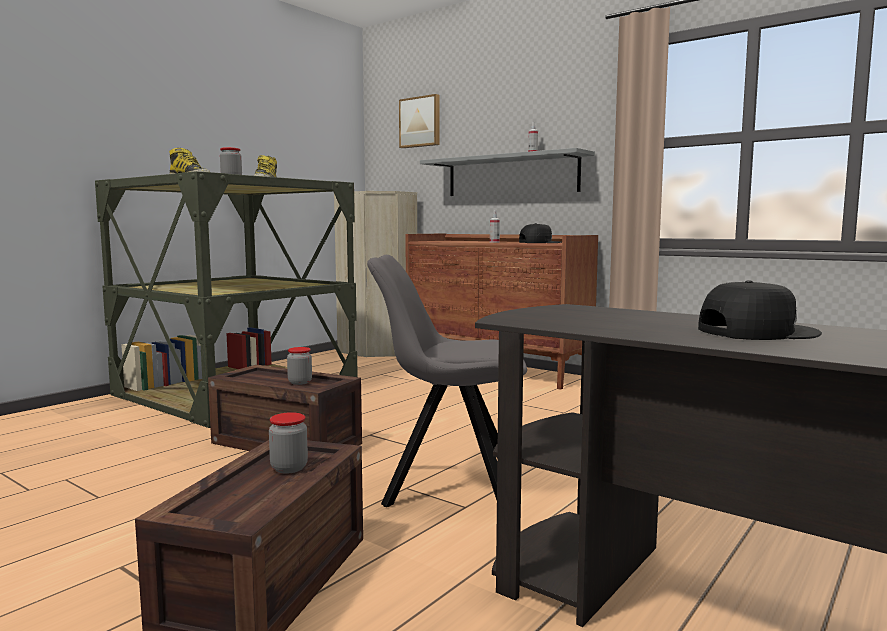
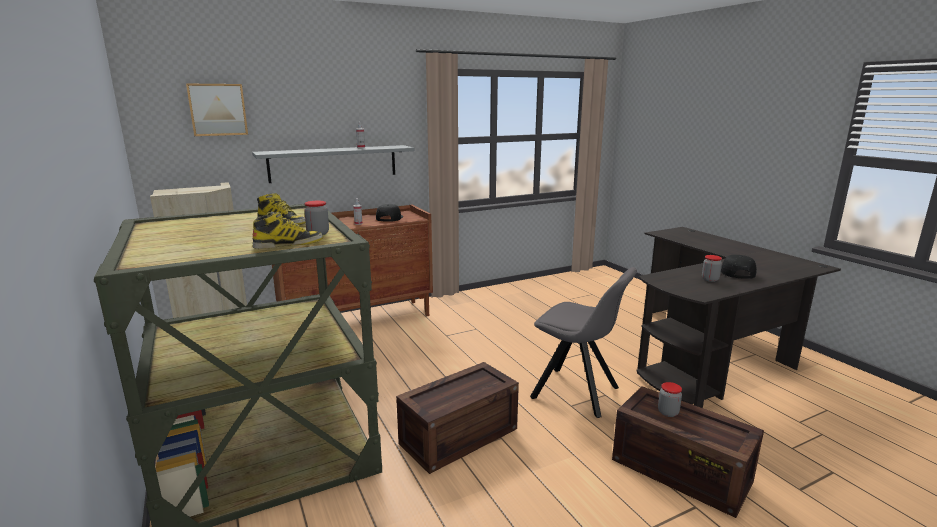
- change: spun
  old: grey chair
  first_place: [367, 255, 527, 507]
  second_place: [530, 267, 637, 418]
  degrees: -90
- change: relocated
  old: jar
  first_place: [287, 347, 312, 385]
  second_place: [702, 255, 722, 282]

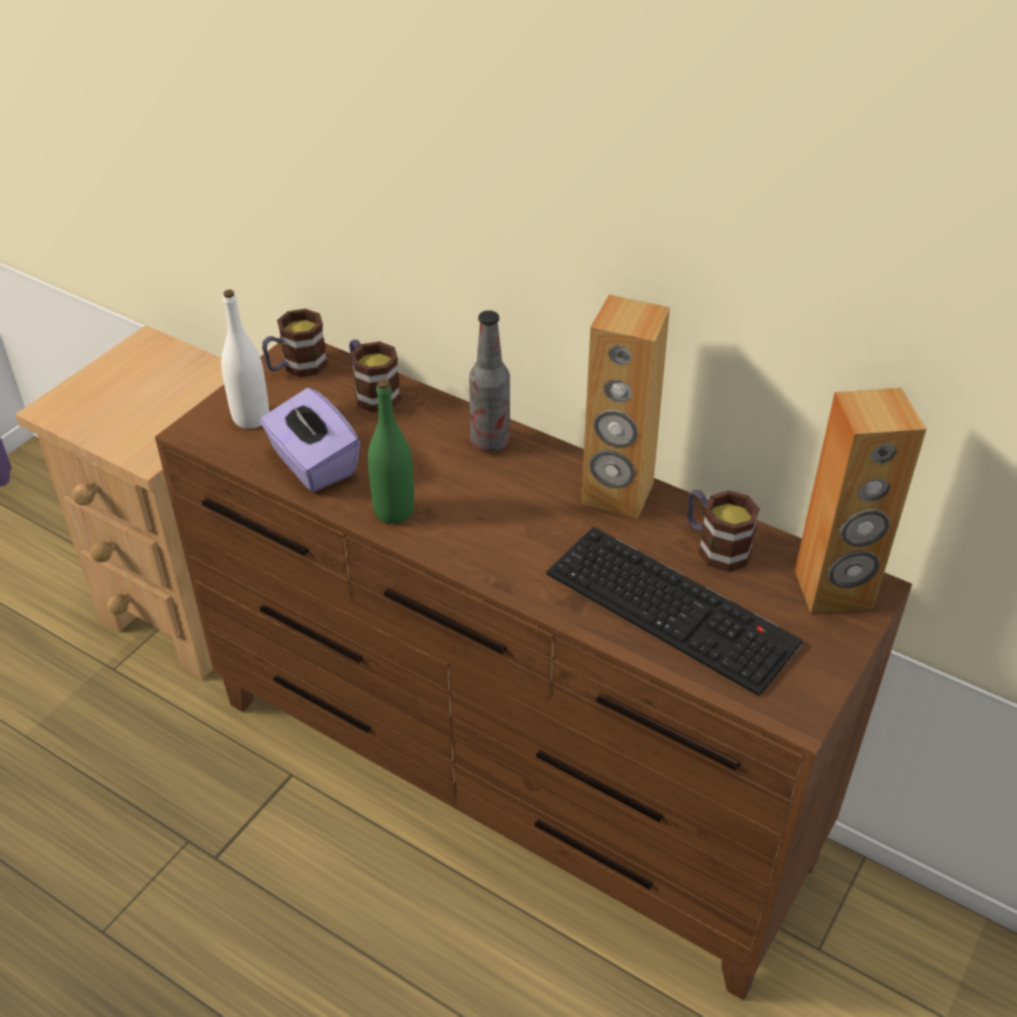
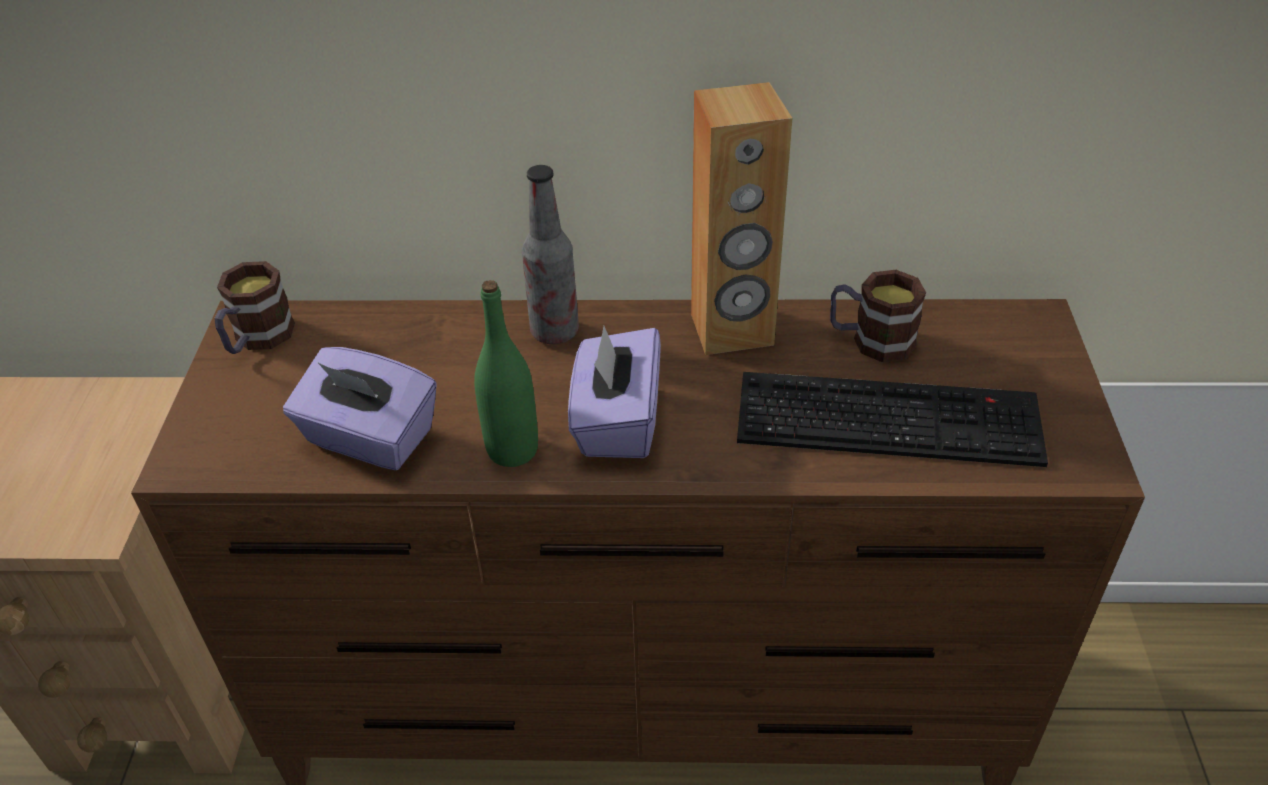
- change: missing
  old: white bottle
  first_place: [221, 290, 269, 429]
- change: missing
  old: mug
  first_place: [349, 339, 401, 412]
- change: missing
  old: brown speaker
  first_place: [795, 388, 926, 614]
- change: appeared
  new: purple tissue box
  second_place: [568, 326, 661, 458]

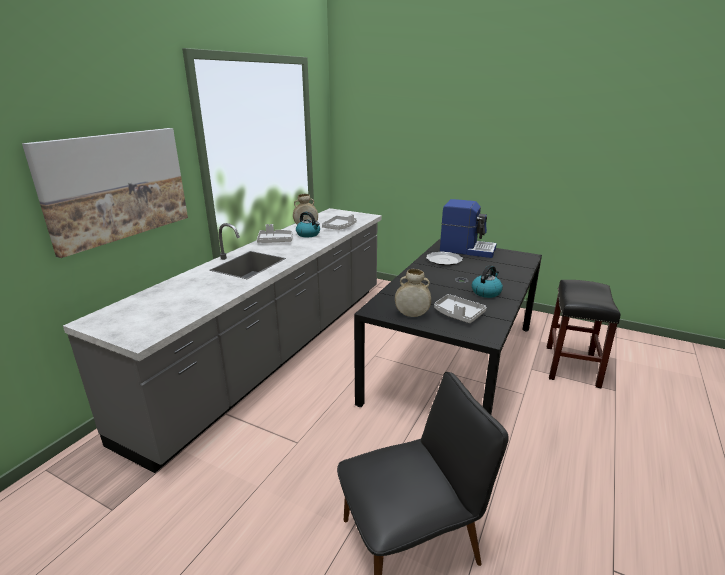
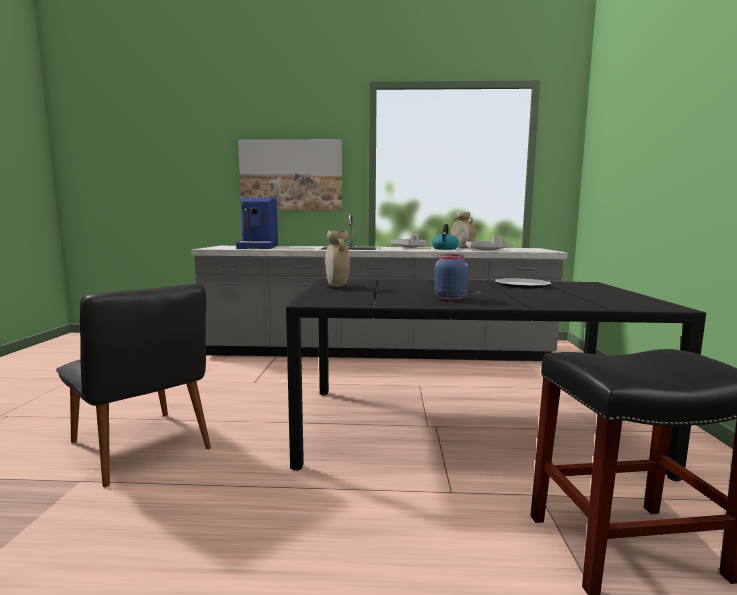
- change: relocated
  old: coffee machine
  first_place: [440, 199, 497, 258]
  second_place: [236, 197, 278, 249]
- change: exchanged
  old: kettle
  new: blue jar
  first_place: [472, 265, 503, 298]
  second_place: [434, 254, 468, 300]
- change: missing
  old: grey tray
  first_place: [434, 294, 487, 323]

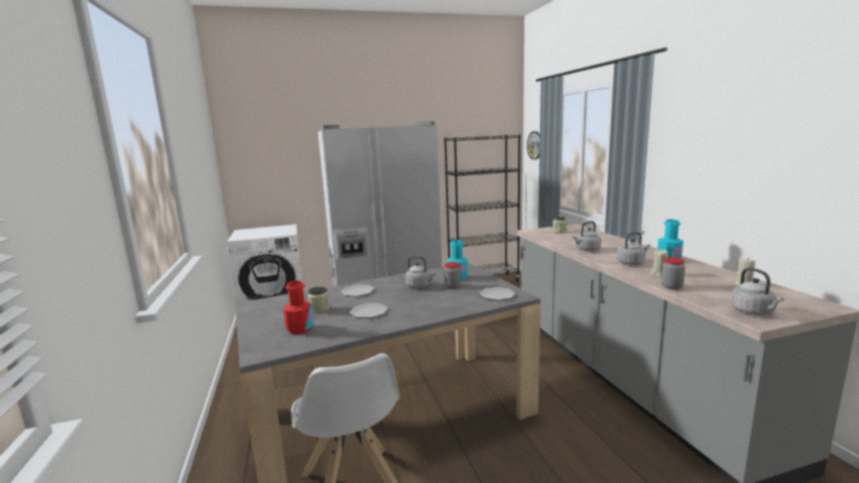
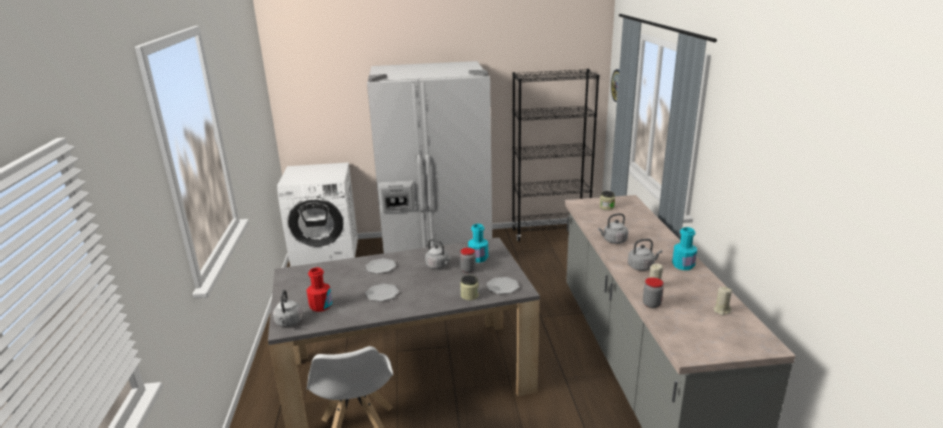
- change: relocated
  old: grey kettle
  first_place: [731, 268, 784, 315]
  second_place: [273, 290, 303, 327]
- change: relocated
  old: jar
  first_place: [308, 287, 330, 313]
  second_place: [460, 275, 479, 300]

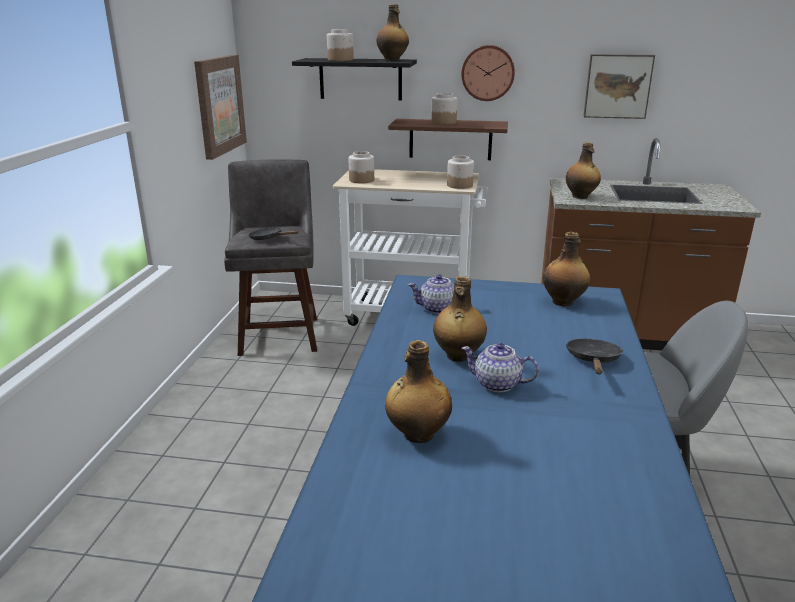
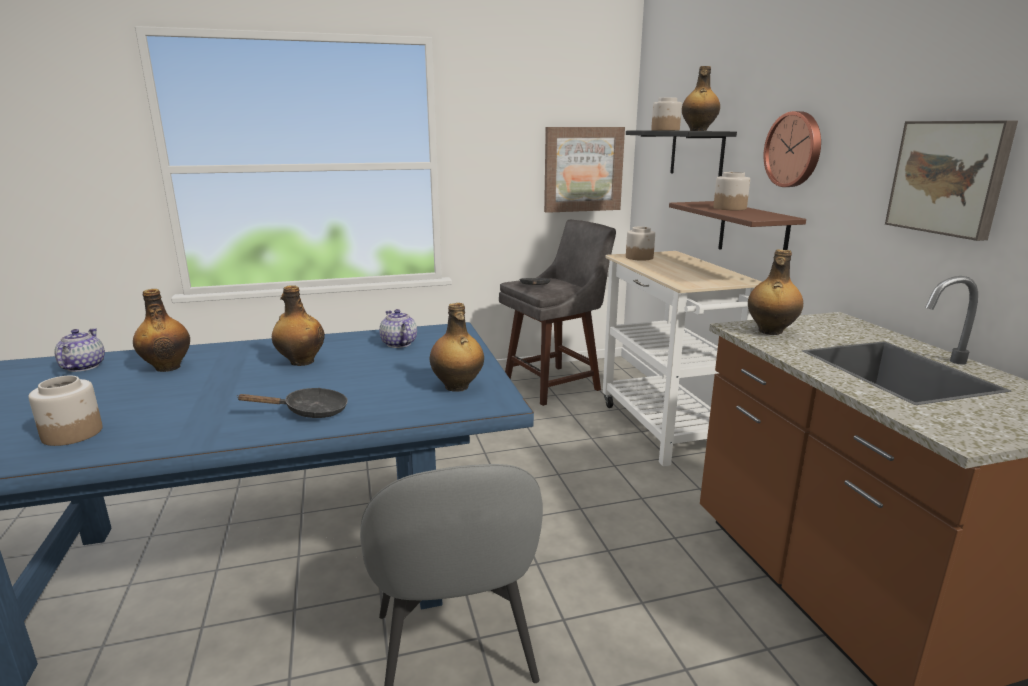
- change: relocated
  old: jar
  first_place: [447, 155, 474, 189]
  second_place: [28, 376, 103, 446]
- change: relocated
  old: teapot
  first_place: [461, 343, 539, 392]
  second_place: [54, 328, 105, 372]

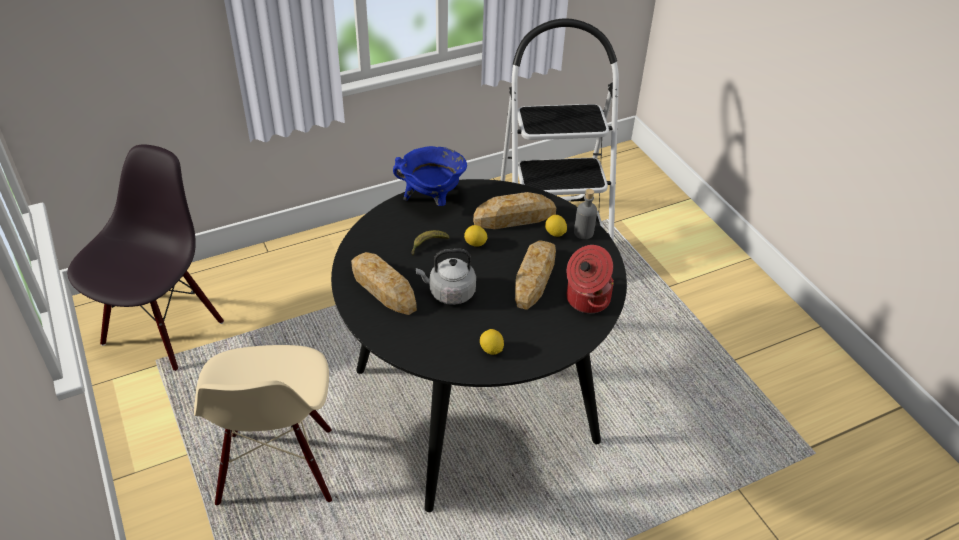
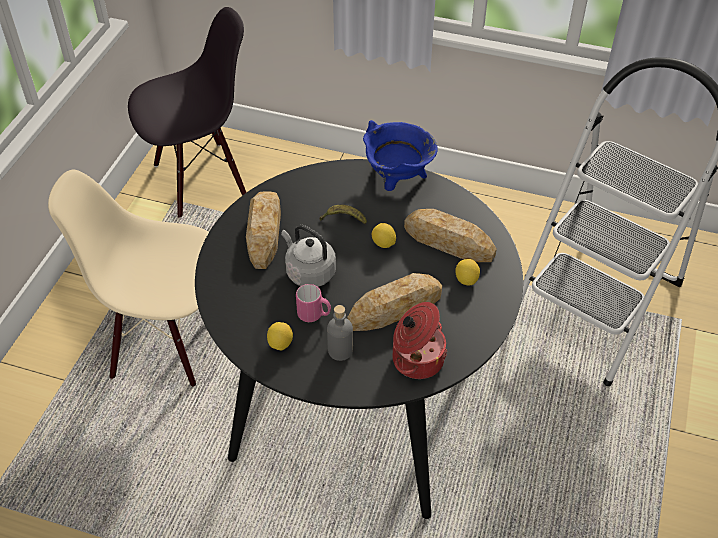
- change: relocated
  old: grey bottle
  first_place: [574, 189, 597, 239]
  second_place: [327, 305, 353, 361]
- change: spun
  old: beige chair
  first_place: [194, 345, 332, 505]
  second_place: [48, 170, 209, 387]
  degrees: 60
- change: appeared
  new: pink mug
  second_place: [296, 284, 331, 322]

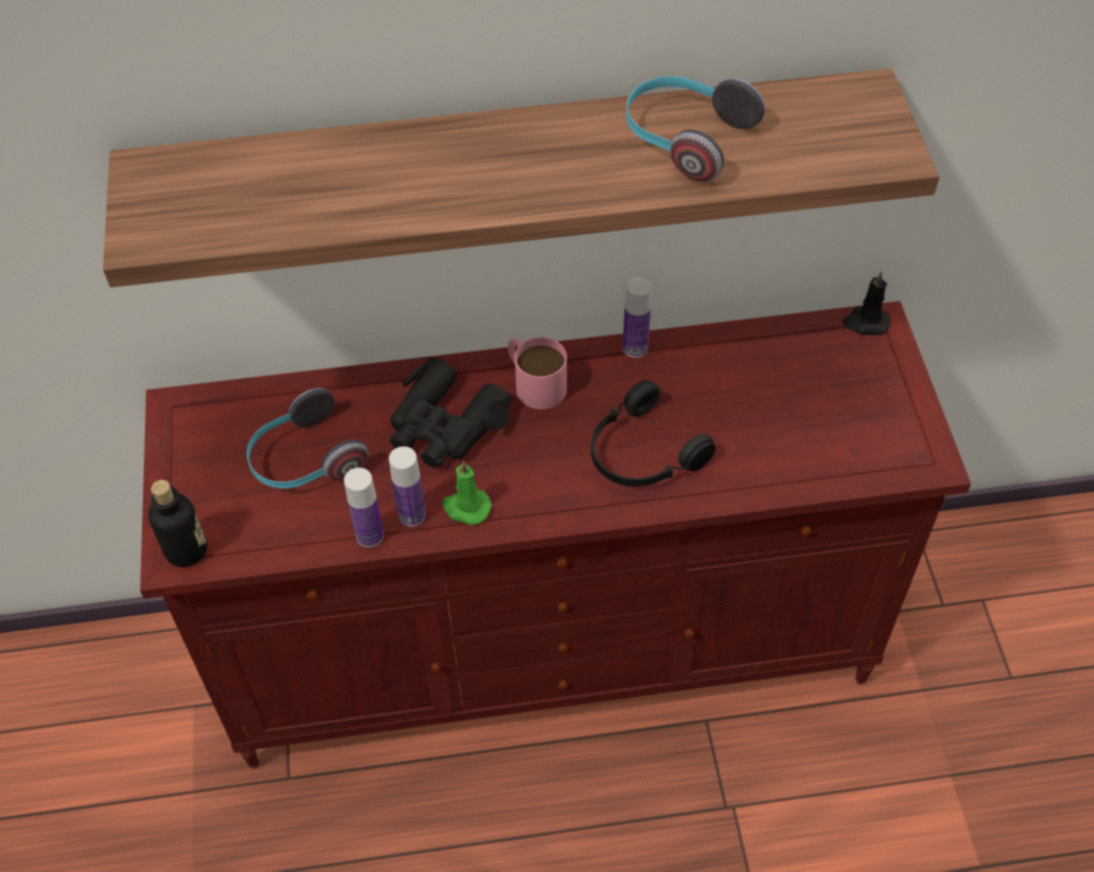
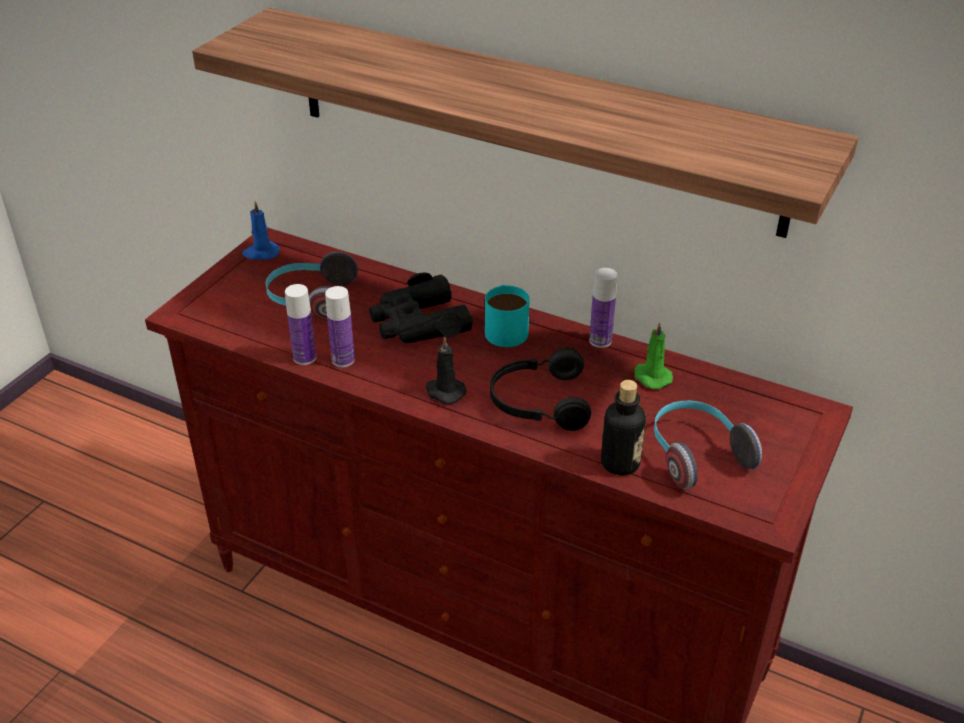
- change: relocated
  old: headphones
  first_place: [626, 76, 765, 182]
  second_place: [654, 401, 762, 489]
- change: relocated
  old: black candle
  first_place: [843, 271, 891, 335]
  second_place: [426, 336, 466, 404]
- change: colour
  old: pink mug
  new: turquoise mug
  first_place: [508, 337, 567, 409]
  second_place: [485, 285, 530, 347]
- change: relocated
  old: green candle
  first_place: [442, 461, 492, 525]
  second_place: [634, 322, 673, 389]
- change: relocated
  old: bottle
  first_place: [148, 480, 207, 567]
  second_place: [601, 380, 646, 475]
- change: appeared
  new: blue candle
  second_place: [242, 201, 280, 260]

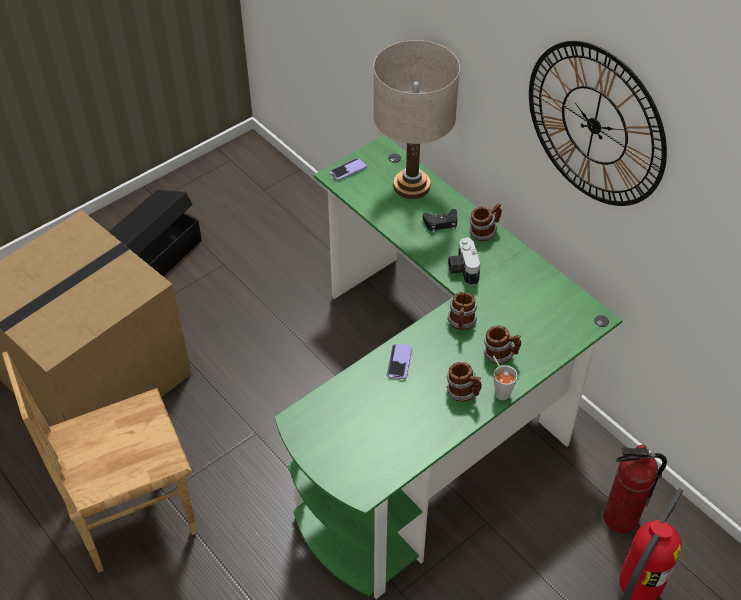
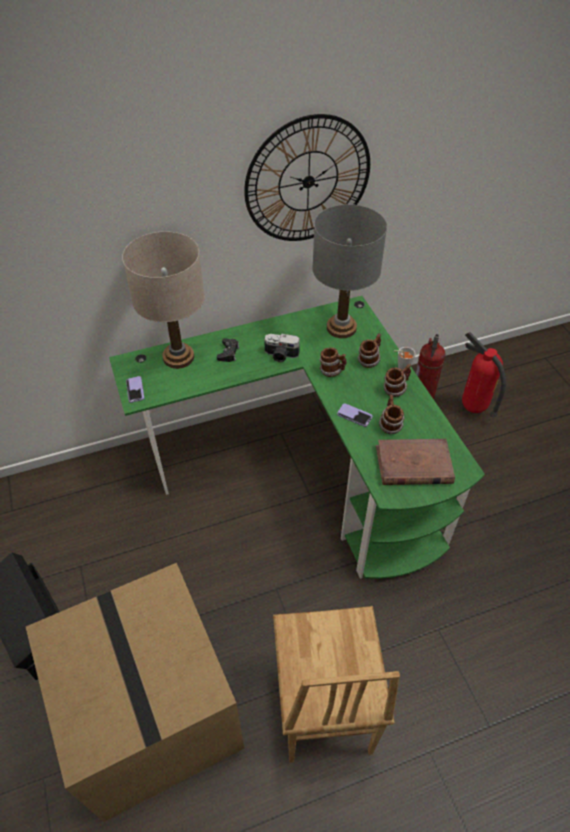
- change: relocated
  old: mug
  first_place: [470, 203, 502, 241]
  second_place: [379, 395, 405, 434]
- change: appeared
  new: grey table lamp
  second_place: [312, 204, 387, 338]
- change: appeared
  new: brown book
  second_place: [376, 439, 455, 485]

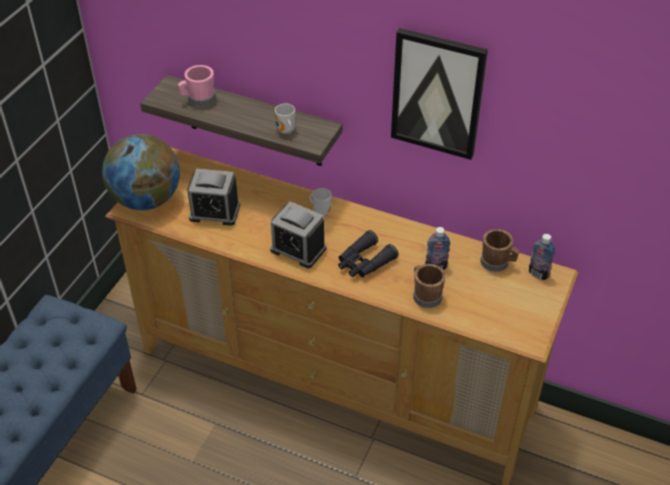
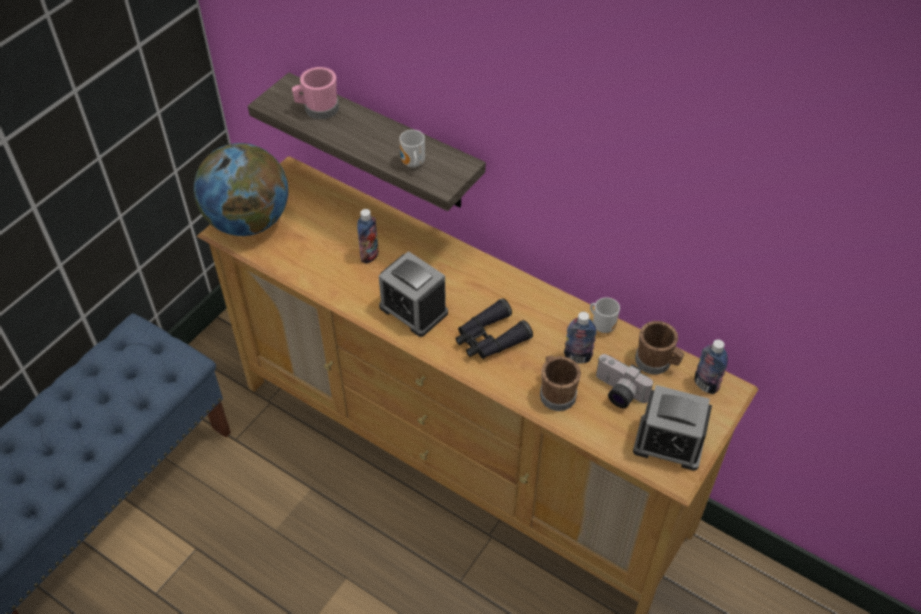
- change: missing
  old: picture
  first_place: [391, 28, 488, 160]
- change: relocated
  old: alarm clock
  first_place: [187, 168, 240, 226]
  second_place: [633, 385, 712, 471]
- change: relocated
  old: mug
  first_place: [309, 188, 331, 216]
  second_place: [590, 297, 620, 333]
- change: appeared
  new: bottle
  second_place: [357, 209, 379, 264]
- change: appeared
  new: photo camera
  second_place: [596, 354, 653, 408]

